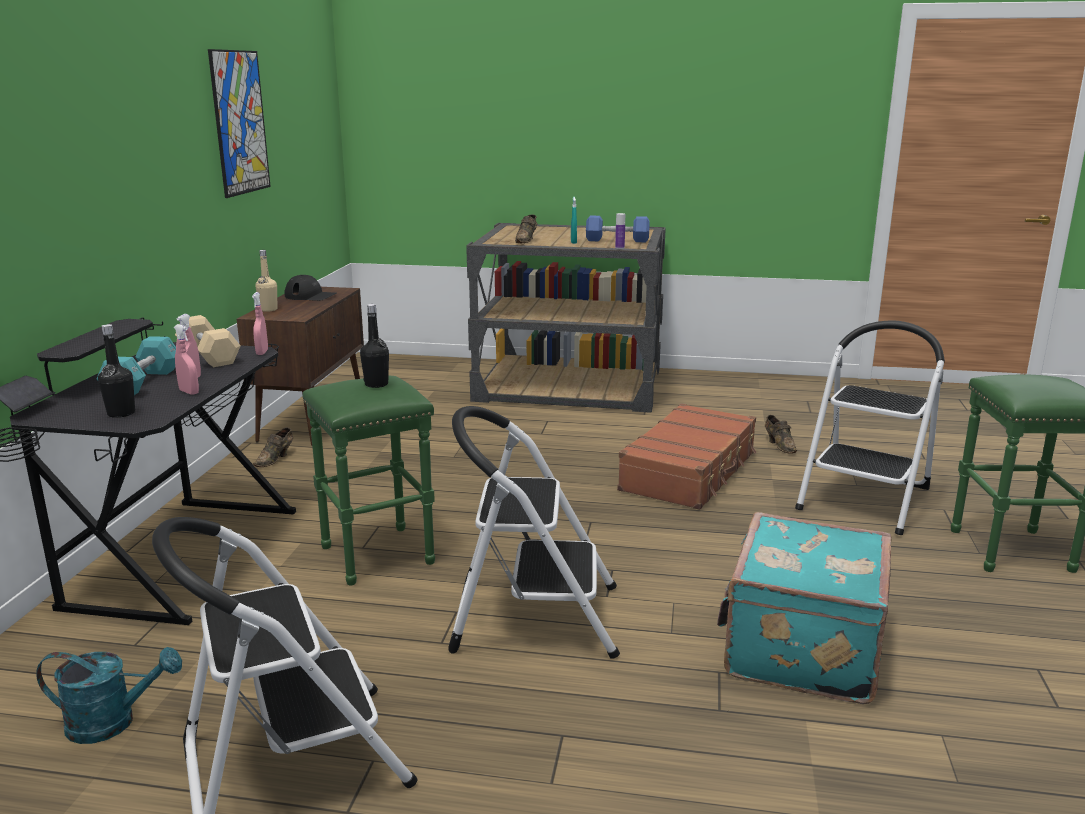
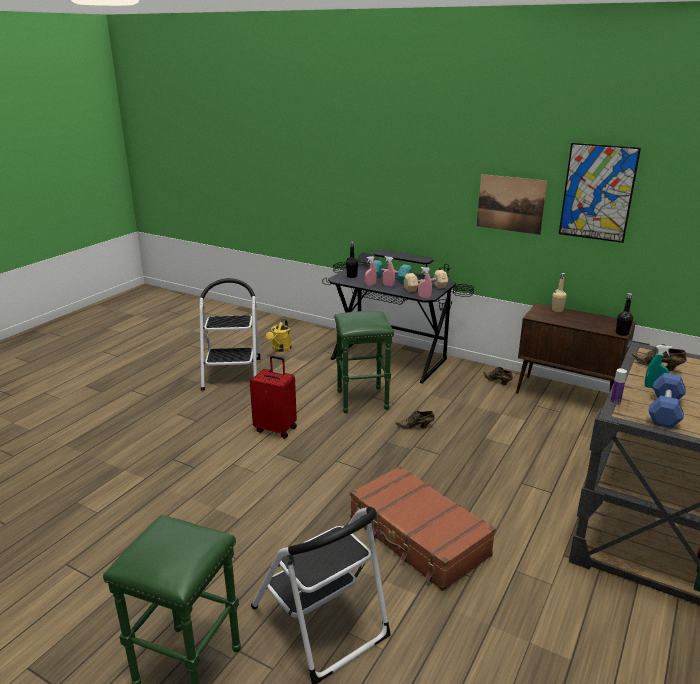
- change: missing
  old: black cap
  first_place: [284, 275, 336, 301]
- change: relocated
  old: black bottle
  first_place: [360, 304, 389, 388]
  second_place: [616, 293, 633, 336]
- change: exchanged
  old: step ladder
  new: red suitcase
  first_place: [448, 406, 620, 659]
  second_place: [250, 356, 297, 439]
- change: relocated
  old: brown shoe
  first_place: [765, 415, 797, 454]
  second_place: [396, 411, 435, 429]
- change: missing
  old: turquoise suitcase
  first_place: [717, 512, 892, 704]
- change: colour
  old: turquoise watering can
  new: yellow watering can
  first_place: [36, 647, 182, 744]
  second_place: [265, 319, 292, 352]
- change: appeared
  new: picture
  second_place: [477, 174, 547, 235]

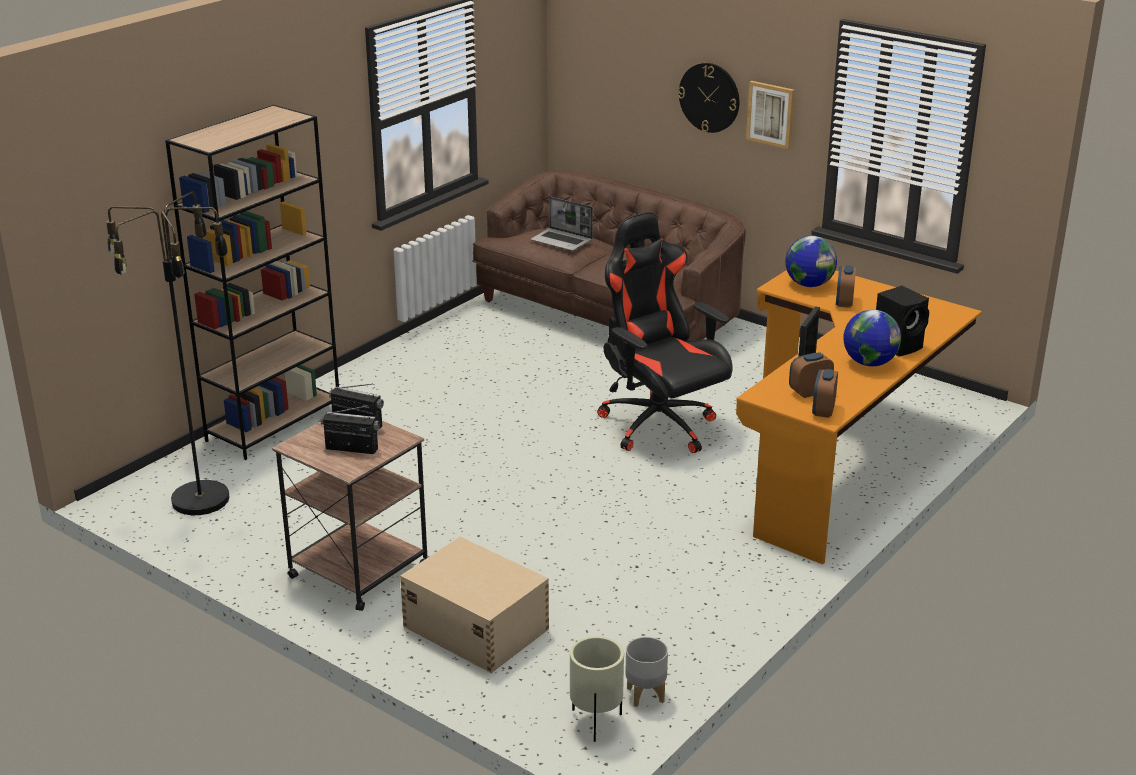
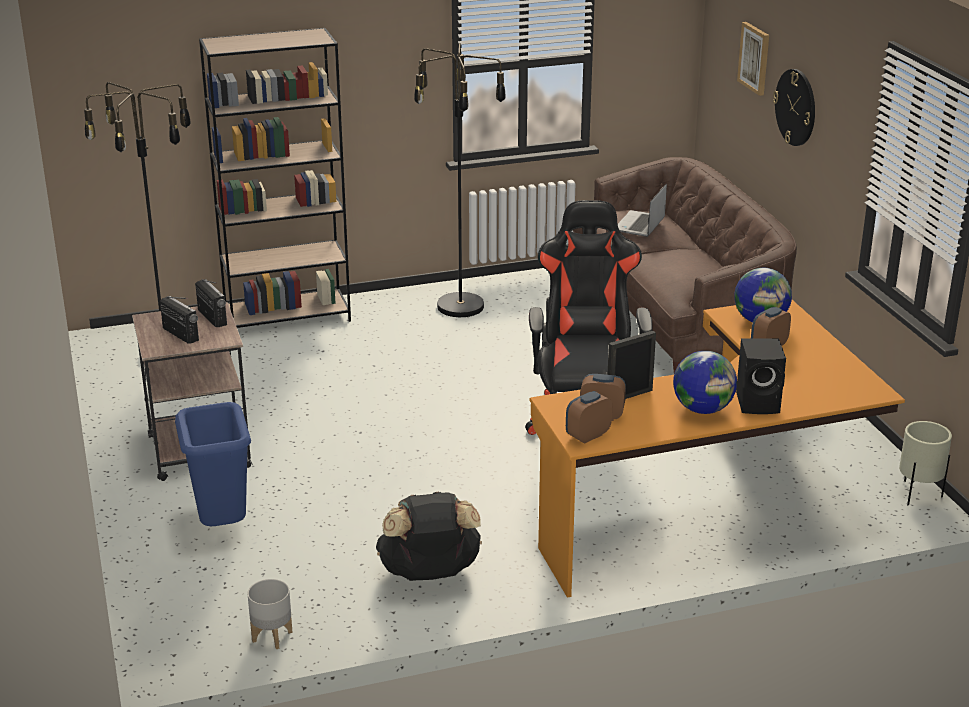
- change: relocated
  old: picture
  first_place: [746, 81, 795, 149]
  second_place: [737, 22, 769, 96]
- change: spun
  old: laptop
  first_place: [530, 197, 593, 251]
  second_place: [618, 184, 667, 237]
  degrees: 45
- change: exchanged
  old: beige storage box
  new: blue trash can
  first_place: [400, 537, 549, 673]
  second_place: [175, 402, 251, 526]
- change: relocated
  old: beige planter
  first_place: [570, 636, 624, 742]
  second_place: [899, 421, 952, 506]
- change: appeared
  new: floor lamp
  second_place: [414, 43, 506, 317]
- change: appeared
  new: black backpack
  second_place: [376, 492, 482, 581]

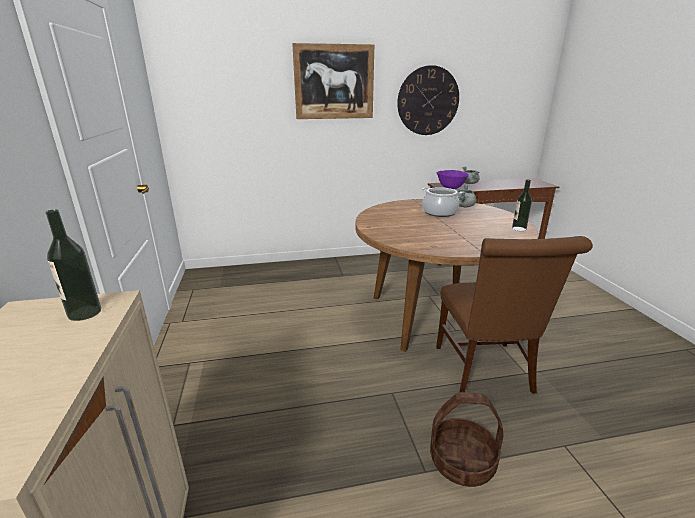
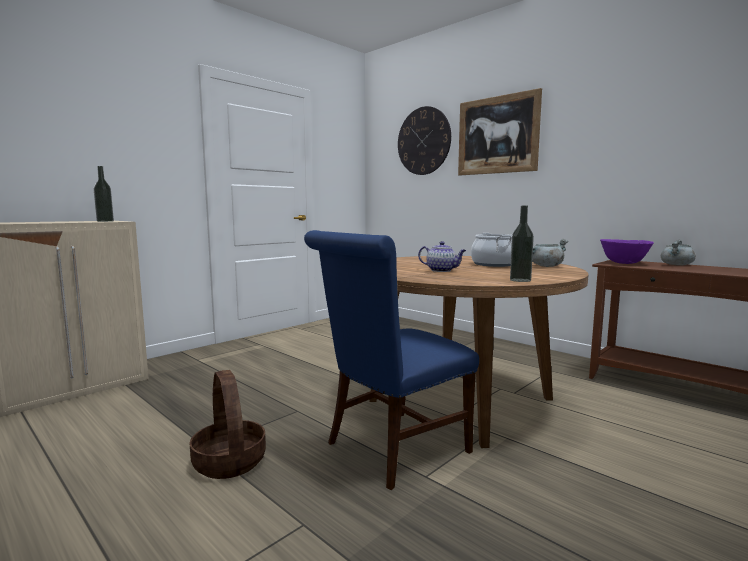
- change: relocated
  old: wall clock
  first_place: [397, 65, 459, 135]
  second_place: [398, 106, 451, 175]
- change: colour
  old: brown chair
  new: blue chair
  first_place: [436, 236, 593, 394]
  second_place: [304, 230, 479, 490]
- change: appeared
  new: teapot
  second_place: [418, 241, 466, 272]

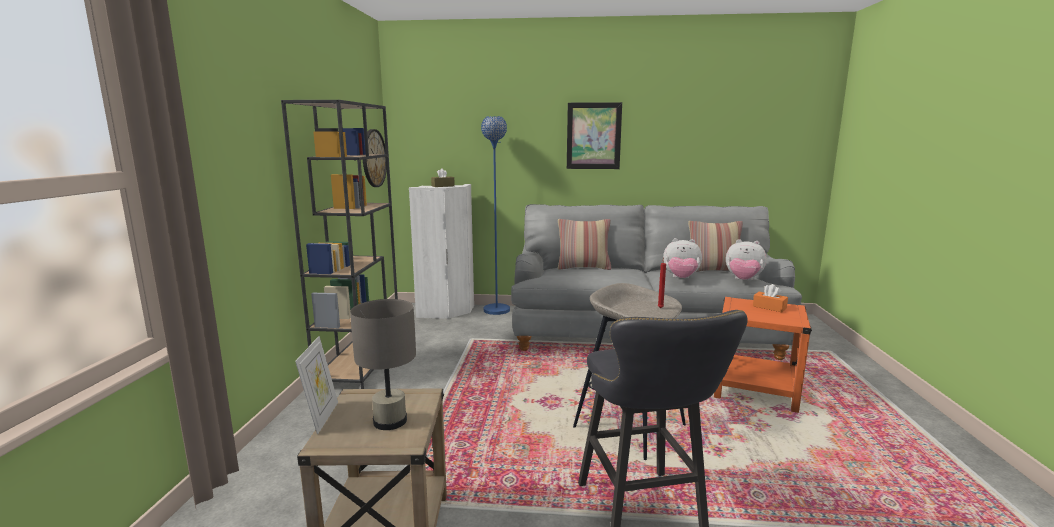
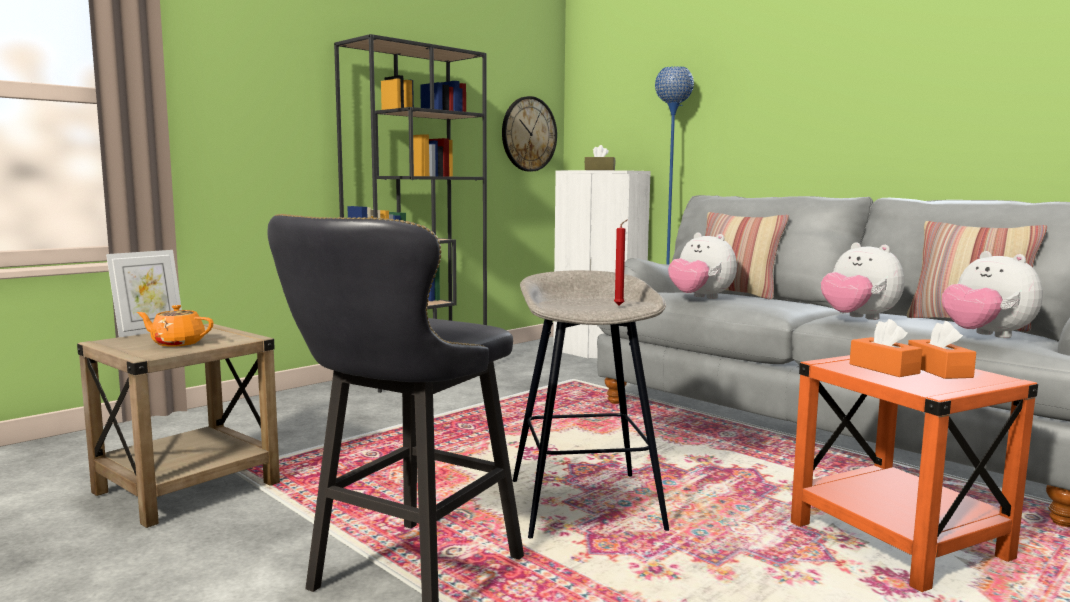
- change: missing
  old: picture
  first_place: [567, 102, 622, 169]
- change: exchanged
  old: grey table lamp
  new: orange teapot
  first_place: [350, 299, 416, 430]
  second_place: [137, 305, 214, 347]
- change: appeared
  new: plush toy
  second_place: [668, 233, 737, 299]
- change: appeared
  new: orange tissue box
  second_place: [850, 319, 922, 377]

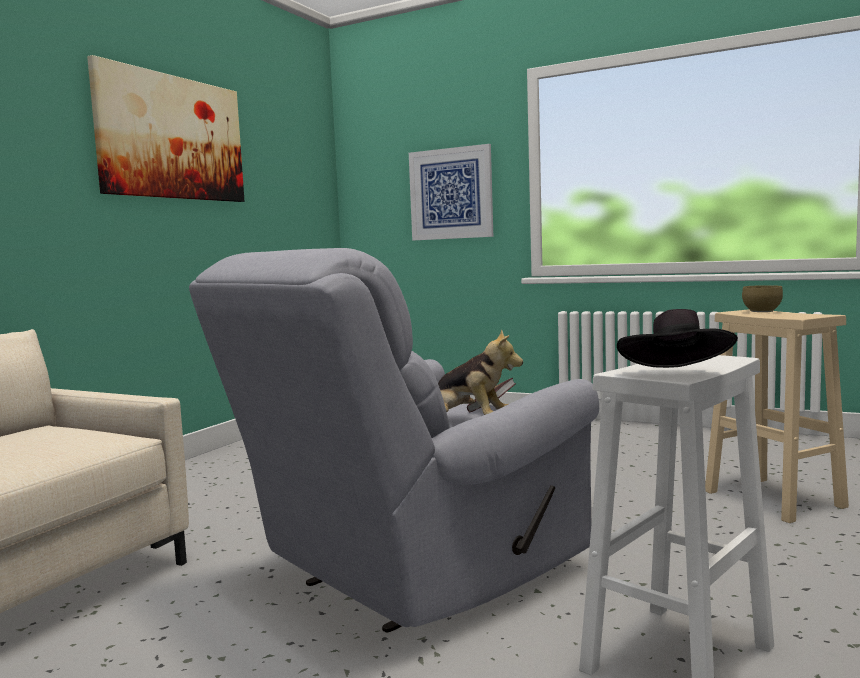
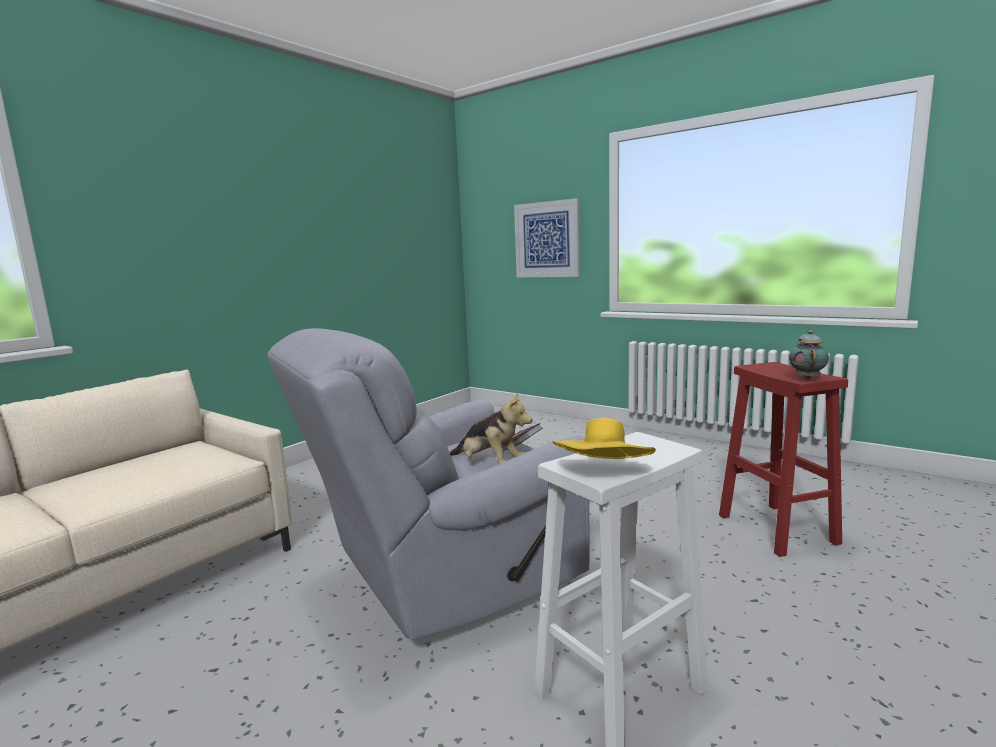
- change: missing
  old: picture
  first_place: [87, 55, 244, 202]
- change: missing
  old: brown bowl
  first_place: [742, 285, 783, 312]
- change: colour
  old: black hat
  new: yellow hat
  first_place: [617, 309, 738, 368]
  second_place: [553, 418, 656, 459]
- change: colour
  old: beige stool
  new: red stool
  first_place: [705, 309, 849, 523]
  second_place: [719, 362, 848, 557]
- change: appeared
  new: teapot
  second_place: [789, 330, 829, 380]

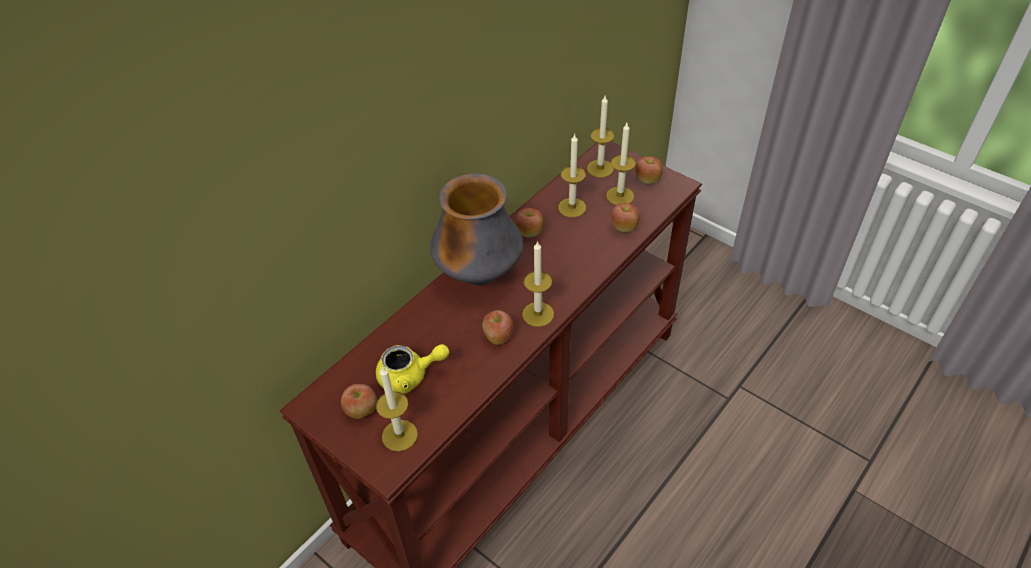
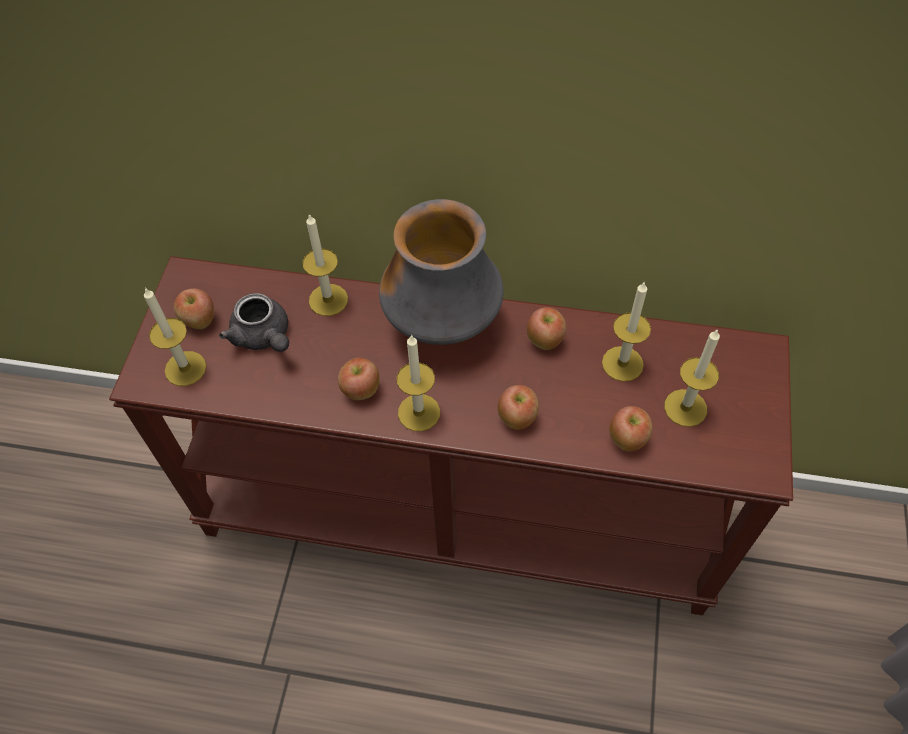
- change: relocated
  old: candle
  first_place: [587, 96, 614, 178]
  second_place: [302, 214, 348, 316]
- change: relocated
  old: apple
  first_place: [635, 156, 663, 184]
  second_place: [497, 385, 539, 430]
- change: colour
  old: yellow teapot
  new: grey teapot
  first_place: [376, 344, 449, 394]
  second_place: [219, 293, 289, 352]

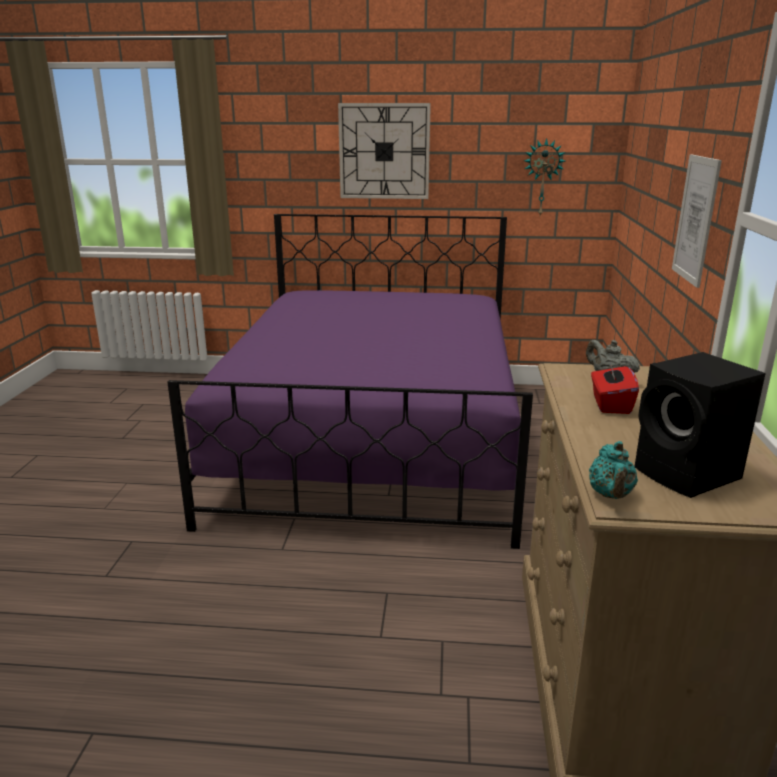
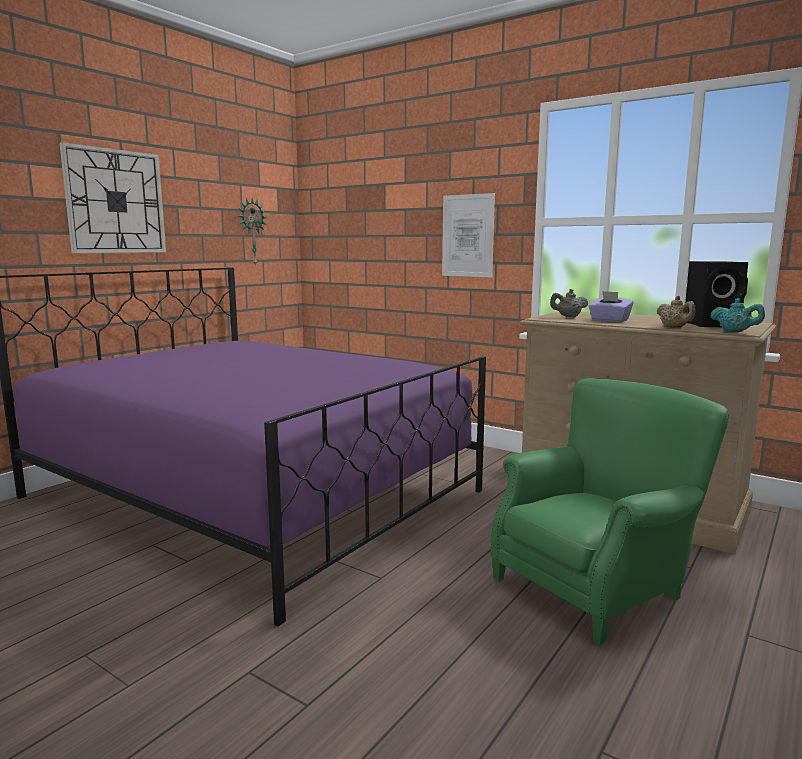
- change: colour
  old: red tissue box
  new: purple tissue box
  first_place: [591, 359, 639, 414]
  second_place: [589, 291, 633, 322]
- change: appeared
  new: beige teapot
  second_place: [657, 296, 695, 328]
- change: appeared
  new: green armchair
  second_place: [491, 378, 729, 645]

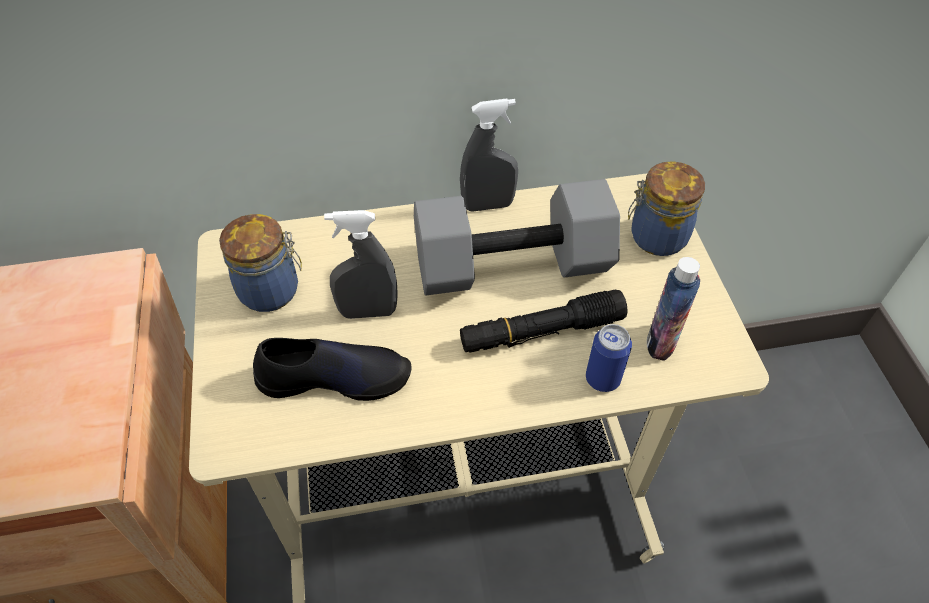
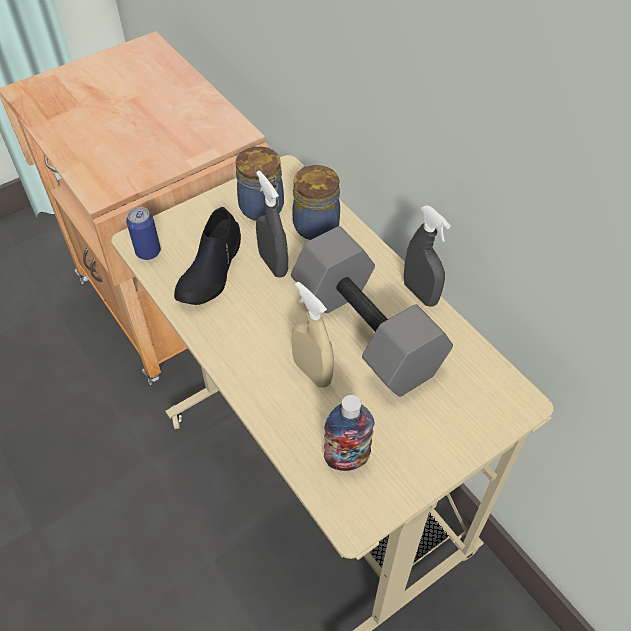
- change: relocated
  old: jar
  first_place: [628, 161, 705, 256]
  second_place: [292, 165, 340, 240]
- change: exchanged
  old: black flashlight
  new: beige spray bottle
  first_place: [460, 290, 628, 353]
  second_place: [291, 282, 334, 388]
- change: relocated
  old: can
  first_place: [586, 324, 632, 392]
  second_place: [126, 207, 161, 260]
- change: spun
  old: black shoe
  first_place: [253, 338, 412, 401]
  second_place: [174, 207, 241, 305]
  degrees: 45

